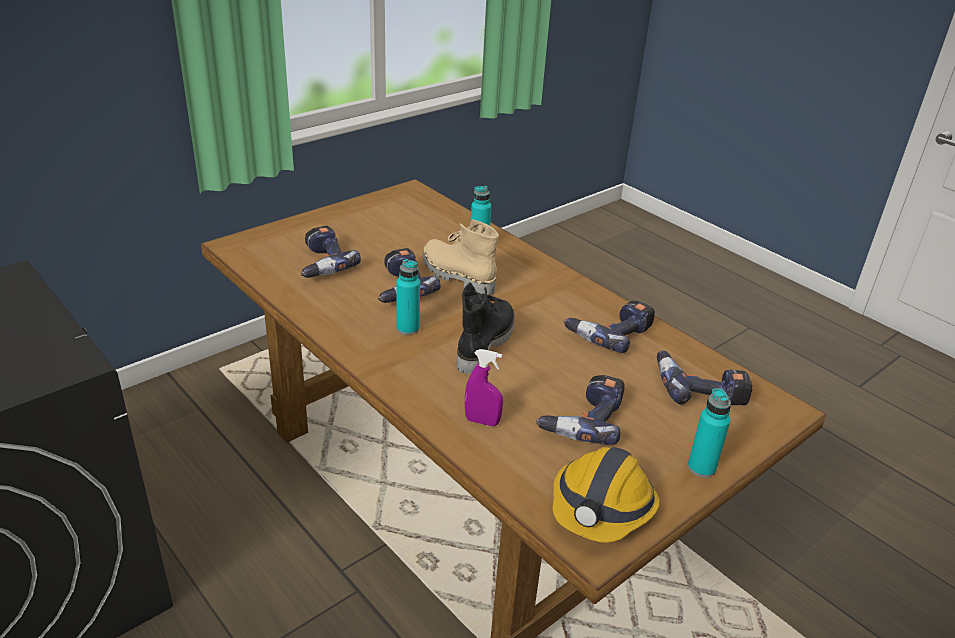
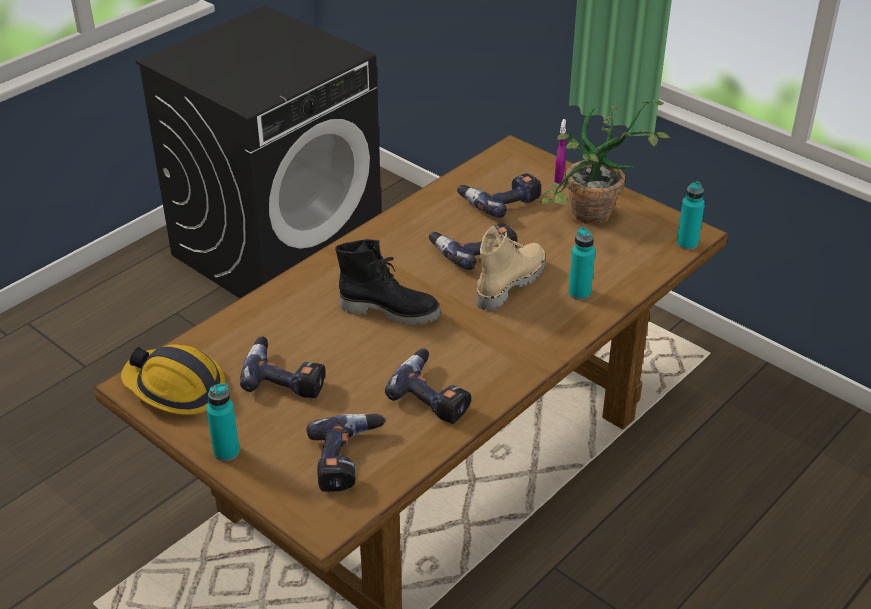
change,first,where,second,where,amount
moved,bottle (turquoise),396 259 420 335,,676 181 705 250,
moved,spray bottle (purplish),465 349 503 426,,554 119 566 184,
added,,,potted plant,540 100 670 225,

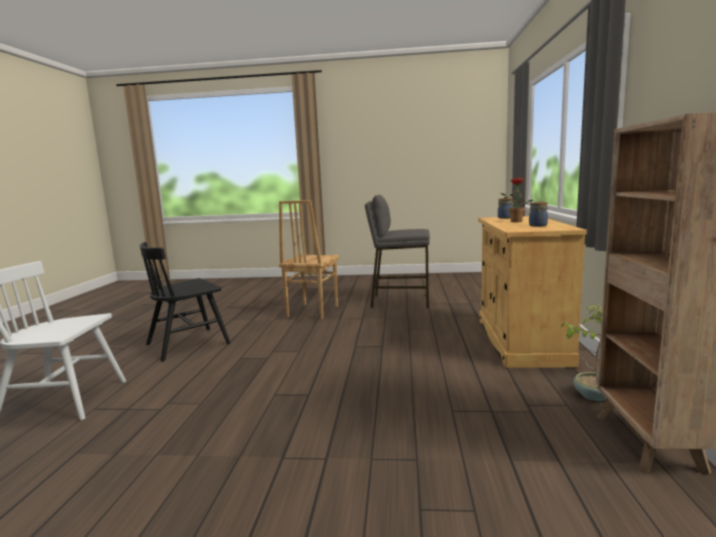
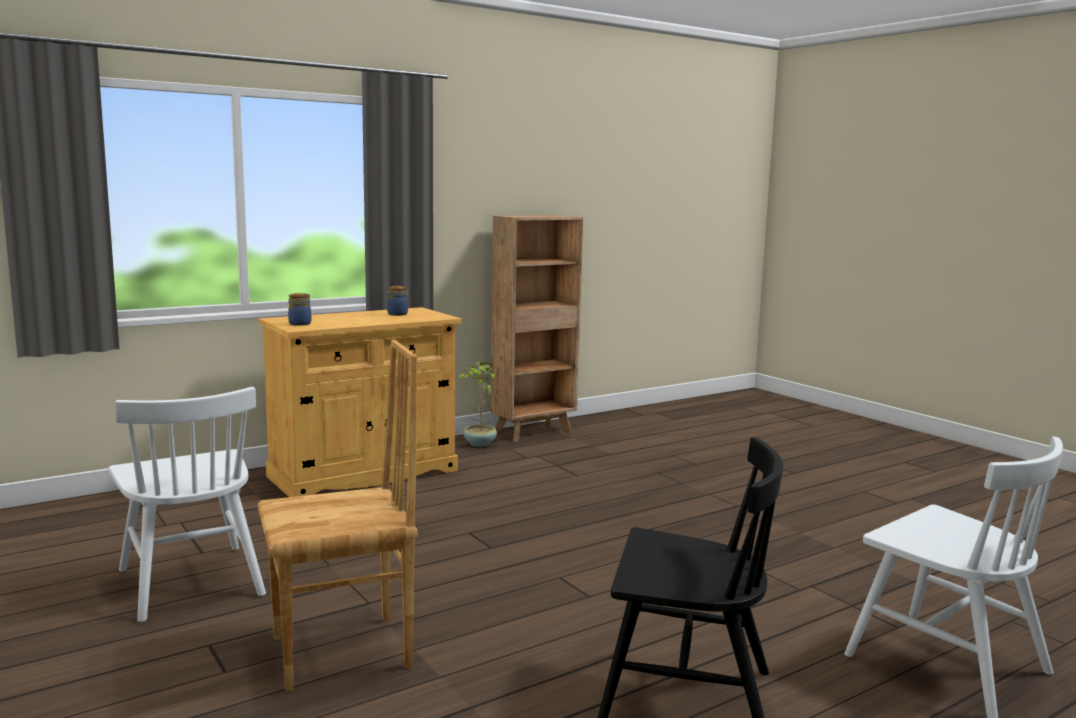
change,first,where,second,where,amount
removed,potted plant,501 177 533 222,,,
replaced,stool (greyish),365 195 430 308,upright chair (whitish),109 387 266 622,

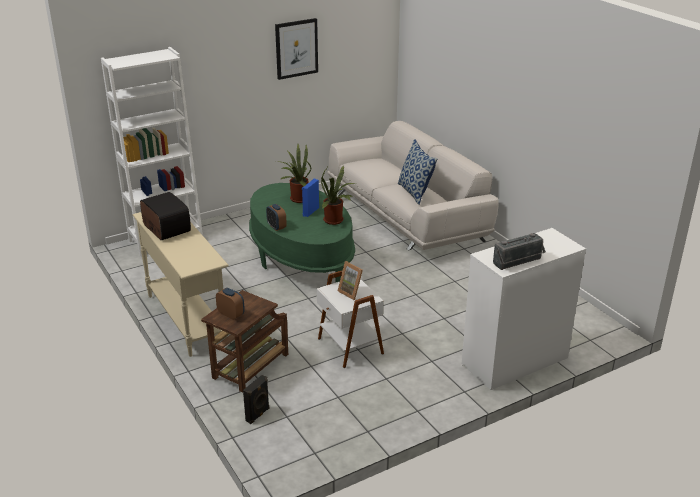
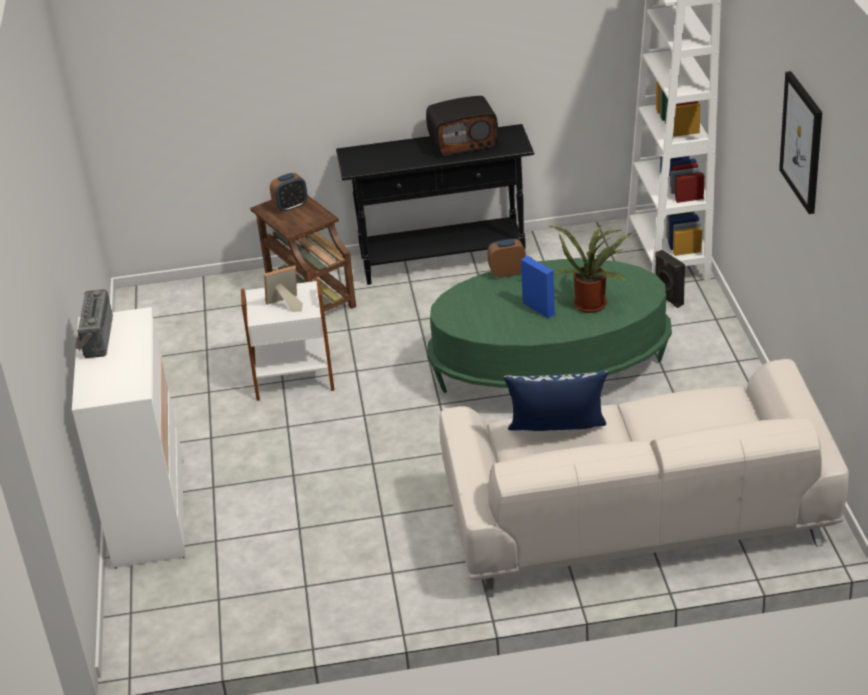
change,first,where,second,where,amount
removed,potted plant,321 166 356 225,,,
recoloured,hall table (beige-coloured),133 212 229 357,hall table (blackish),336 124 534 285,
moved,loudspeaker (blackish),243 375 269 424,,655 250 685 308,

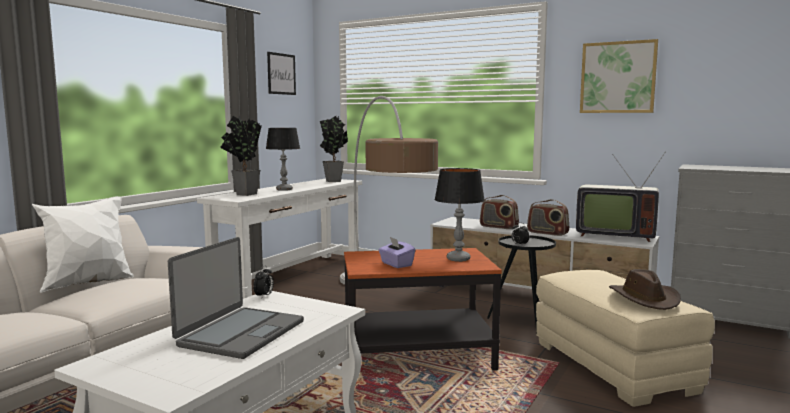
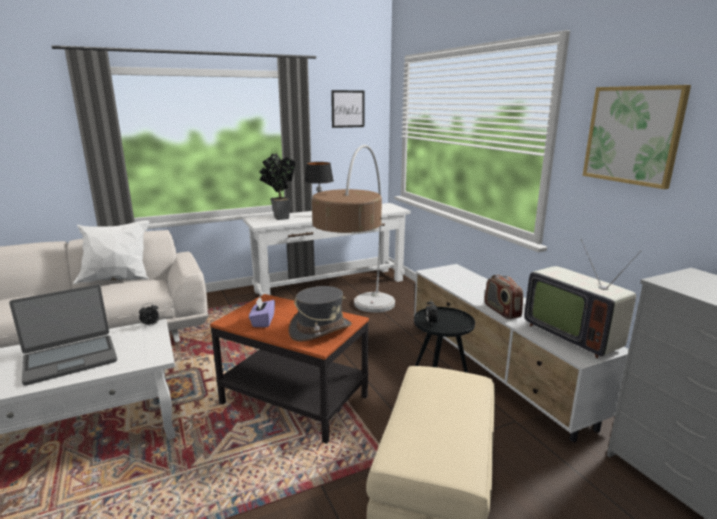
change,first,where,second,where,amount
removed,potted plant,320 116 348 182,,,
replaced,tabletop lamp,434 168 485 262,clothing hat (greyish),289 286 352 342,
removed,radio,480 195 519 229,,,
removed,clothing hat (brownish),609 269 681 310,,,

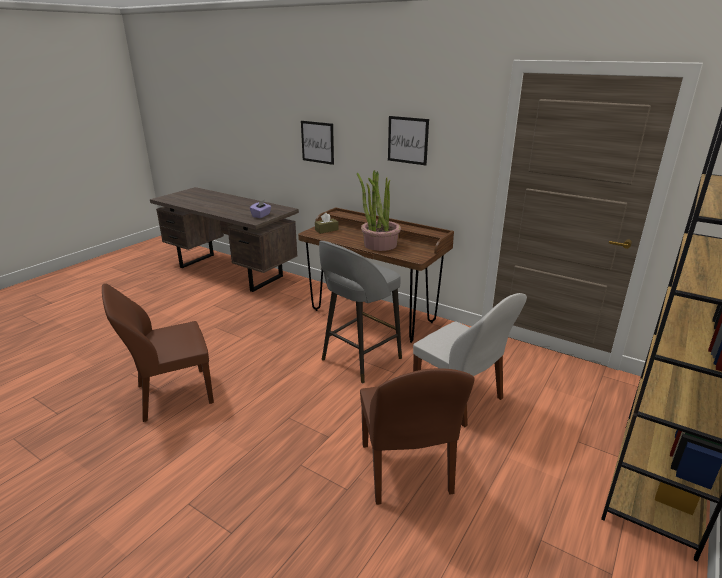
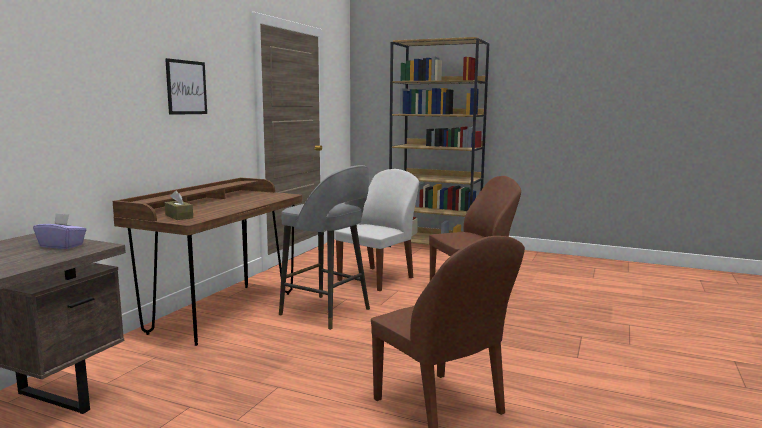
change,first,where,second,where,amount
removed,wall art,301 121 334 165,,,
removed,potted plant,357 170 401 251,,,

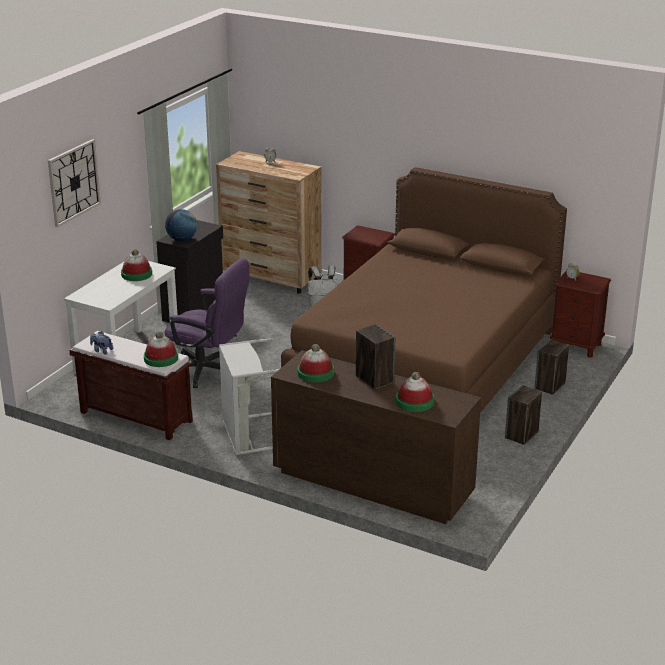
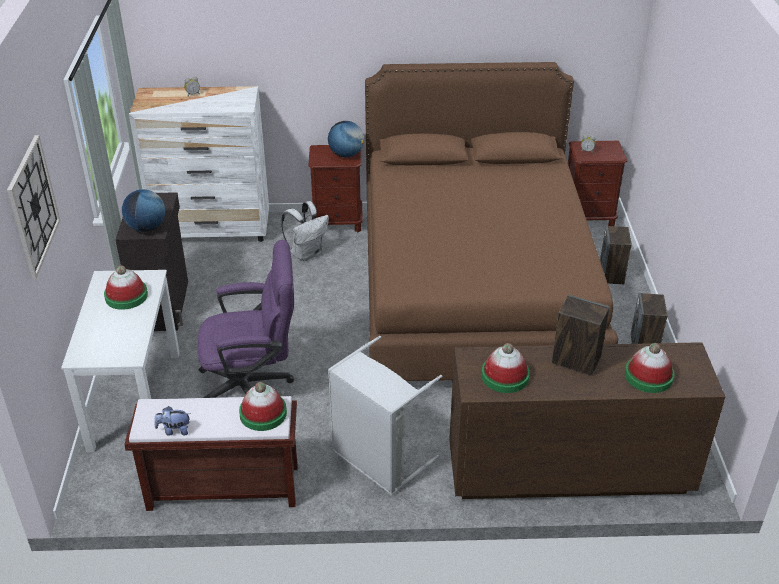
change,first,where,second,where,amount
recoloured,drawer chest (brownish),216 151 322 294,drawer chest (whitish),129 86 269 242,
added,,,desk globe,328 121 364 158,

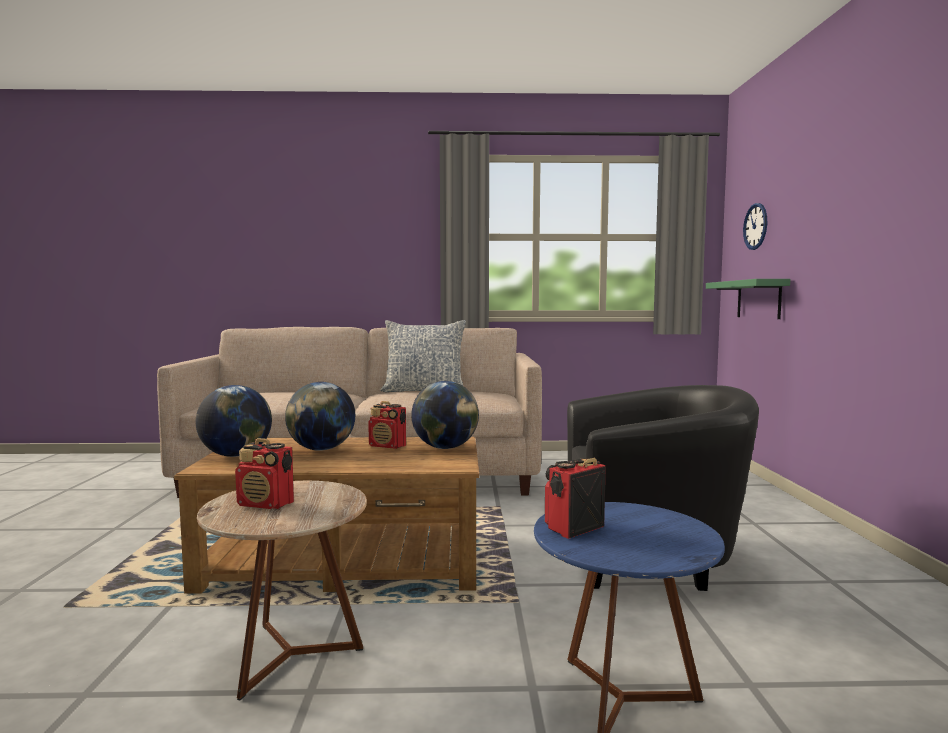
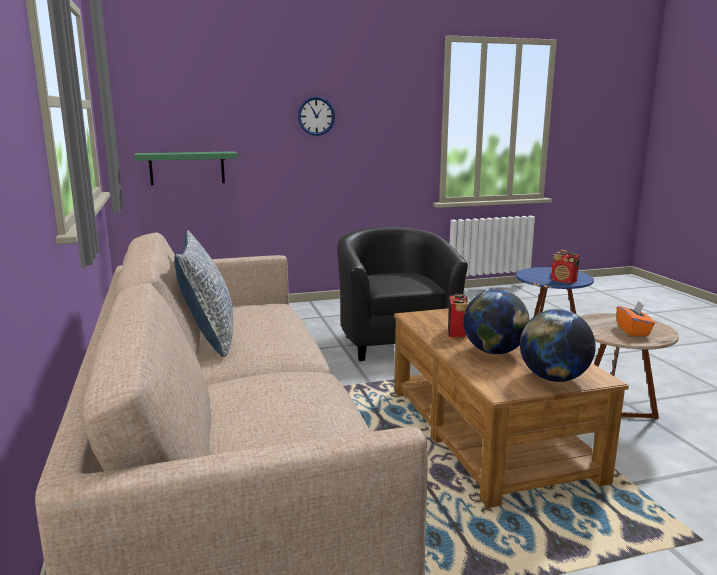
change,first,where,second,where,amount
moved,wall clock,743 203 767 250,,298 97 335 136,
removed,desk globe,411 381 479 449,,,
replaced,radio,235 438 294 509,tissue holder (orange-coloured),617 301 655 336,

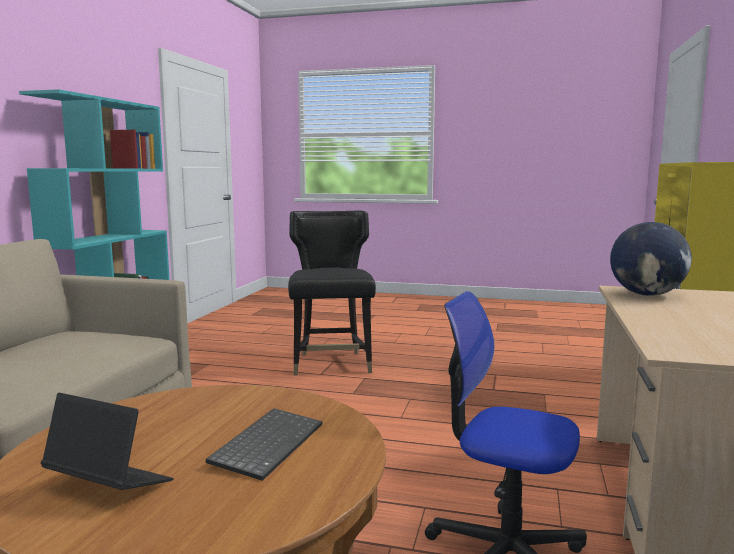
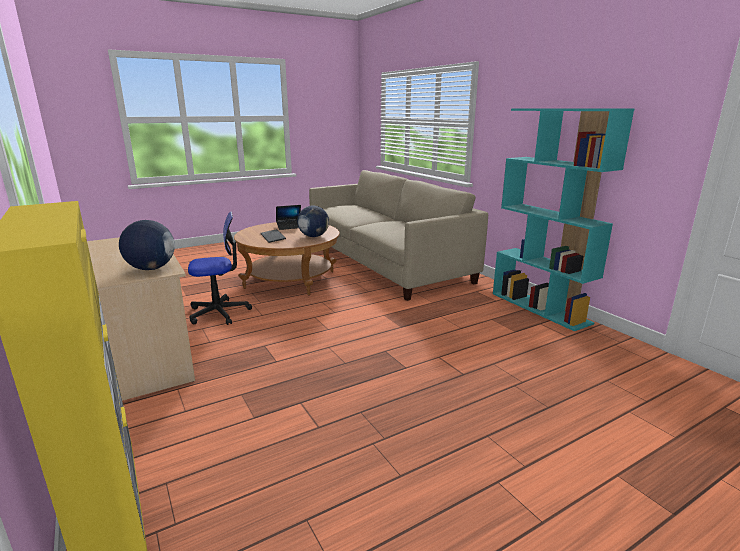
change,first,where,second,where,amount
removed,upright chair (blackish),288 211 376 376,,,
added,,,desk globe,297 206 329 237,

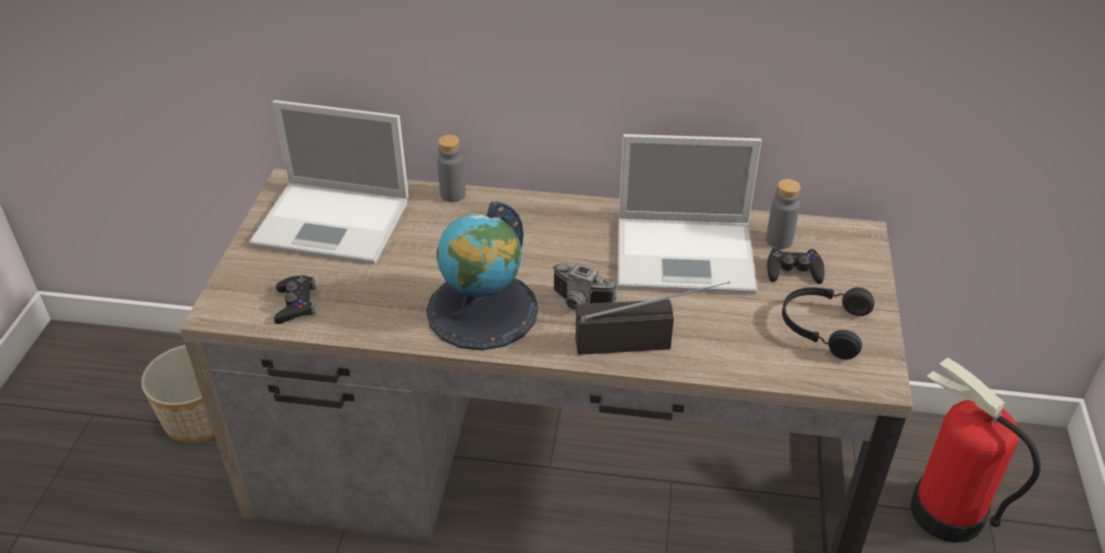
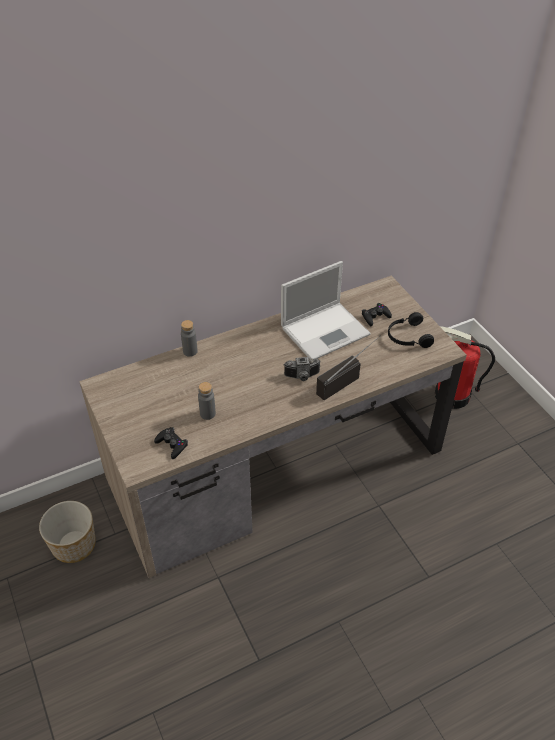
change,first,where,second,where,amount
removed,notebook computer,249 100 409 264,,,
moved,bottle (greyish),766 179 801 249,,198 382 216 420,
removed,desk globe,426 201 539 351,,,

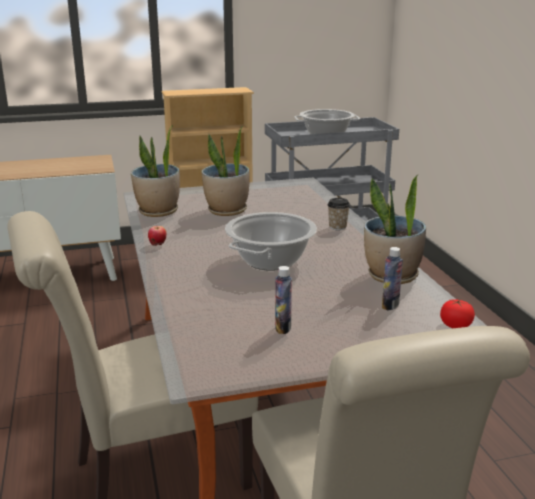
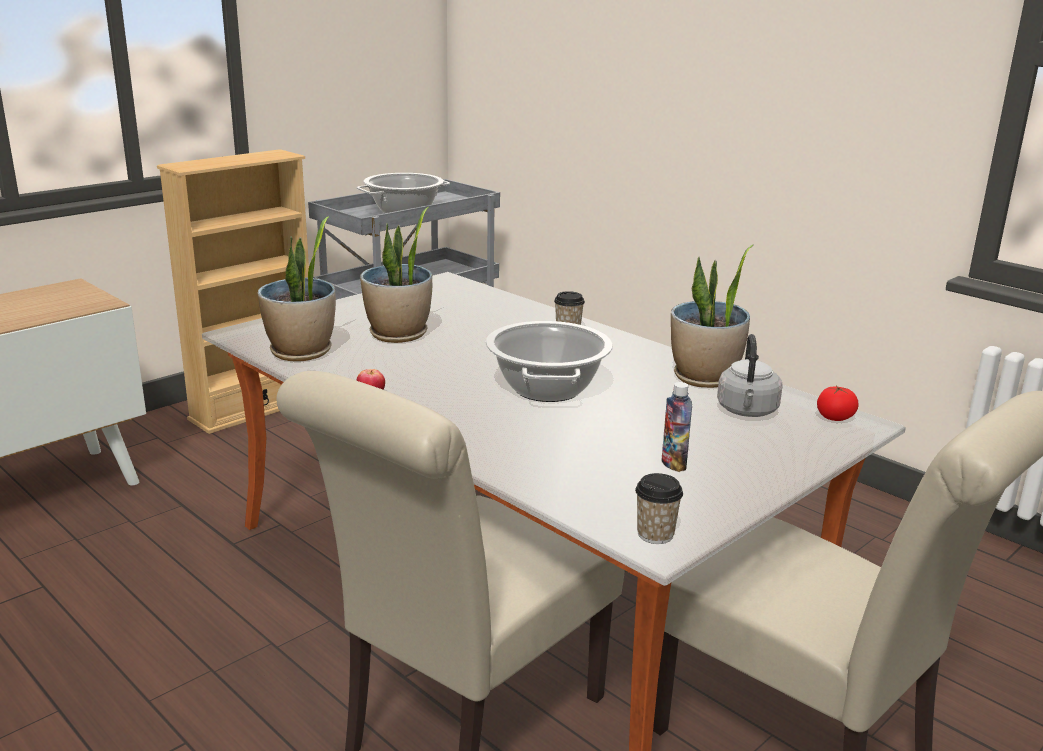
change,first,where,second,where,amount
replaced,bottle,382 247 403 310,water kettle (greyish),717 334 783 417,
added,,,small cup,635 473 683 544,

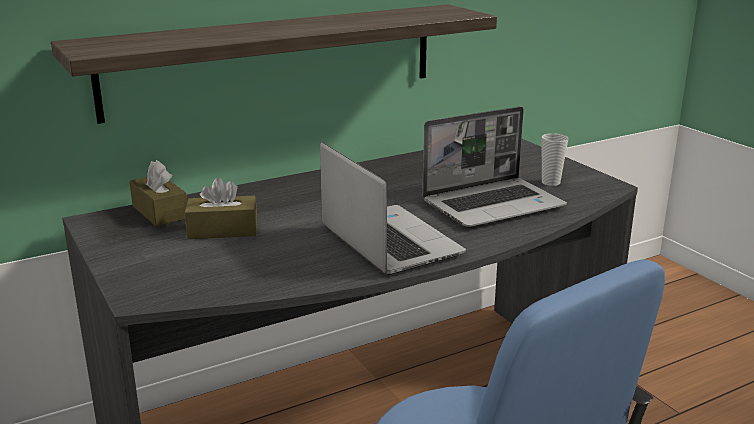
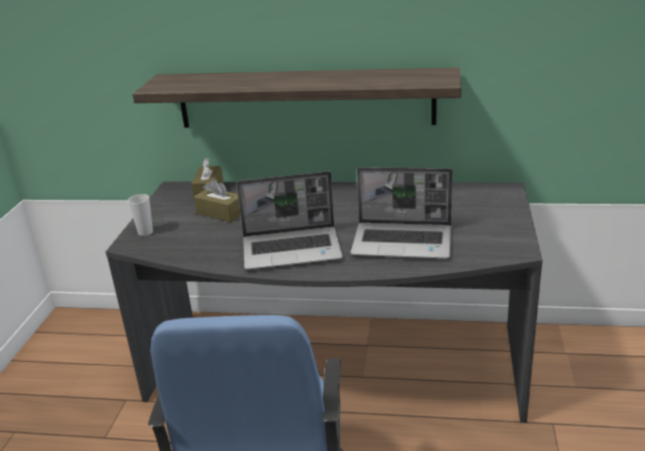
change,first,where,second,where,amount
moved,small cup,542 133 568 186,,128 194 153 236,
turned,notebook computer,320 142 466 275,,236 171 343 270,75 degrees clockwise

